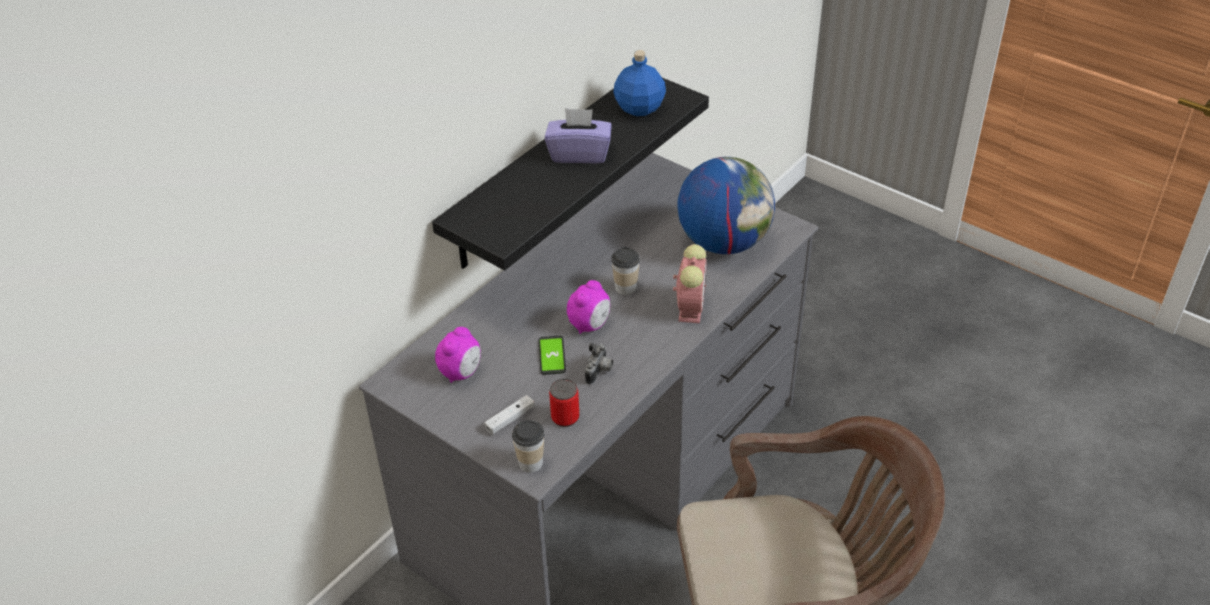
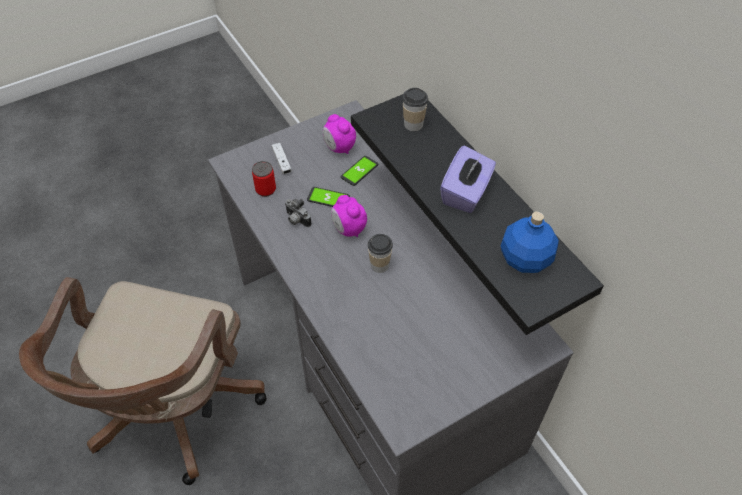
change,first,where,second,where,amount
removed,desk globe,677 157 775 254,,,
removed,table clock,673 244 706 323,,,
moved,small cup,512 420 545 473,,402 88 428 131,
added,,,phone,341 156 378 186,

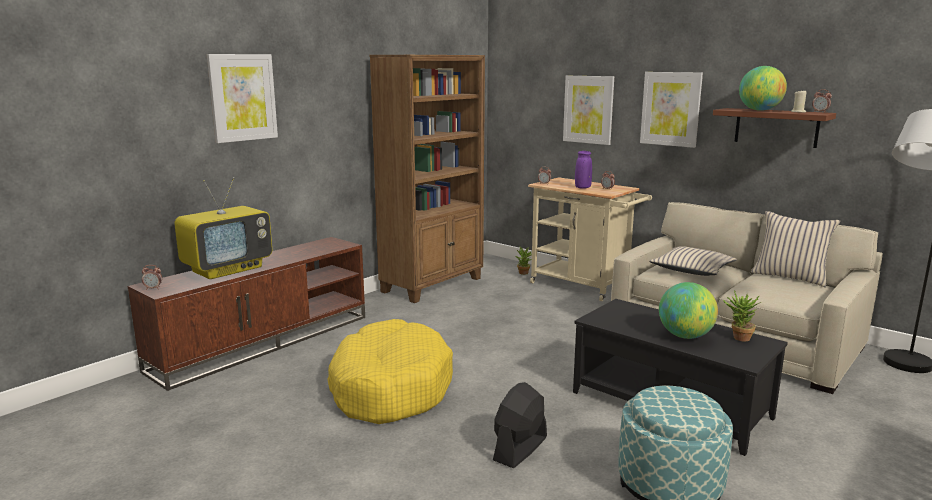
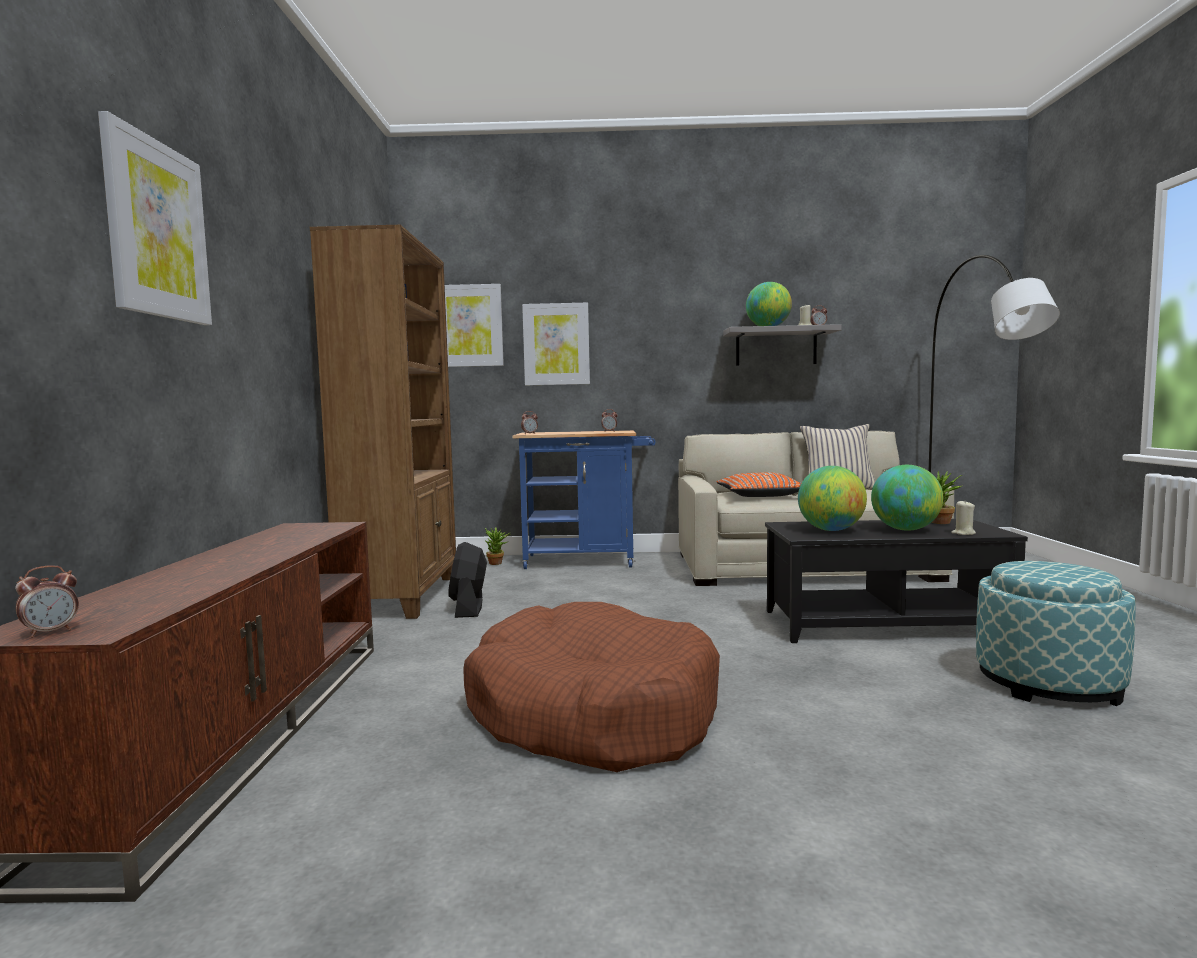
change,first,where,second,where,amount
moved,wall art,640 72 703 148,,445 284 504 367,
recoloured,shelf (brownish),713 108 836 148,shelf (greyish),723 324 842 366,
removed,decorative vase (purplish),575 151 592 189,,,
removed,TV set,174 177 272 279,,,
recoloured,cart (beige-coloured),528 178 652 301,cart (blue-coloured),512 430 655 569,
recoloured,cushion (beige-coloured),649 246 737 276,cushion (orange-coloured),716 472 801 497,
recoloured,dog cushion (yellow-coloured),327 319 453 424,dog cushion (brownish),463 602 720 772,
moved,electric fan (blackish),493 382 547 468,,448 542 487 618,
added,,,desk globe,798 466 867 531,
added,,,candle (beige-coloured),951 501 976 535,

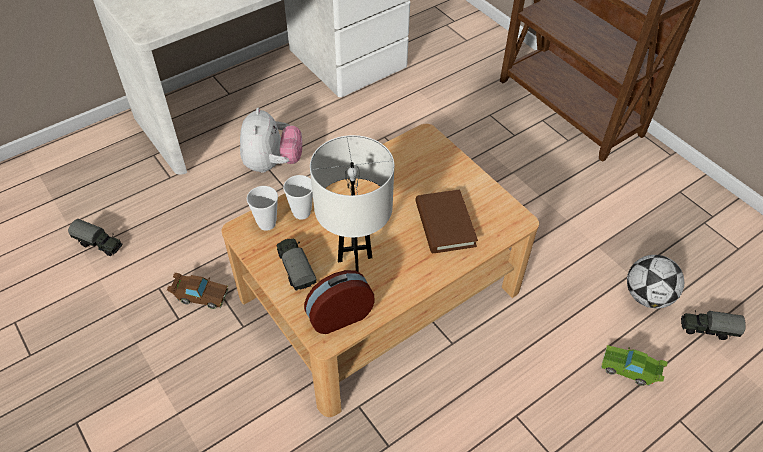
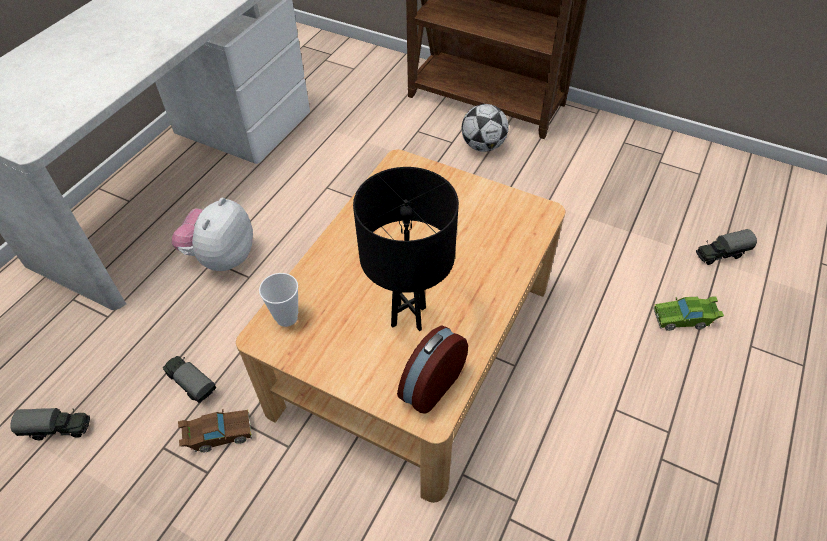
change,first,where,second,where,amount
turned,plush toy,240 108 302 173,,172 197 253 271,135 degrees counterclockwise
recoloured,tabletop lamp (whitish),310 135 394 272,tabletop lamp (blackish),353 167 459 331,
removed,small cup,283 175 313 220,,,
removed,volume (brownish),415 190 478 254,,,
moved,toy truck,277 238 316 290,,163 356 216 403,
moved,football ball,627 255 684 309,,461 104 508 152,

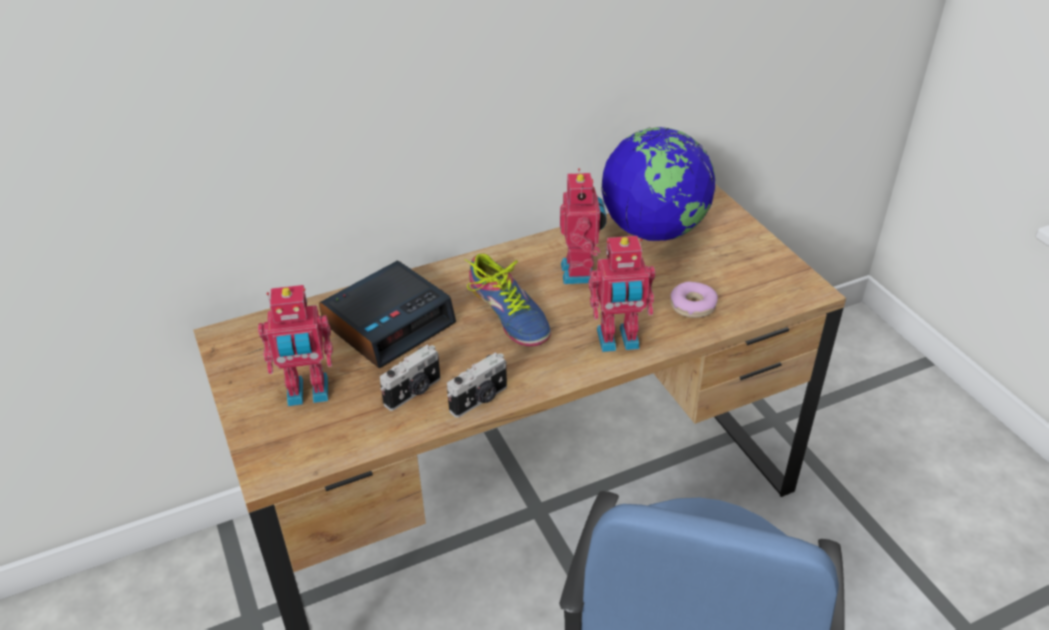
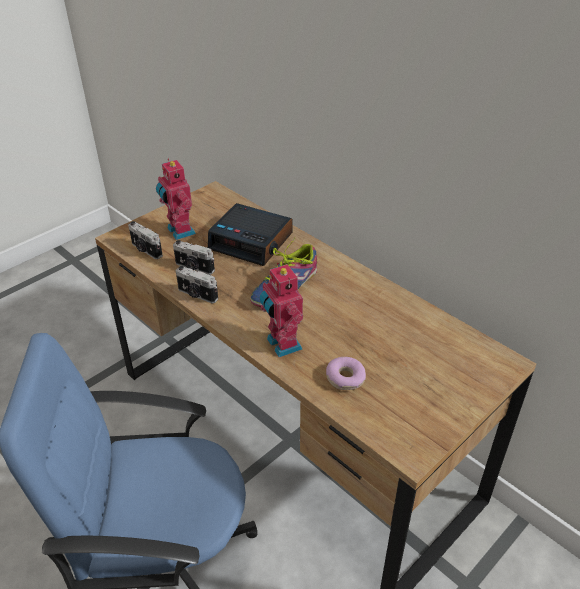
change,first,where,second,where,amount
removed,desk globe,601 127 715 241,,,
removed,model robot,560 168 607 284,,,
added,,,still camera,128 221 163 259,

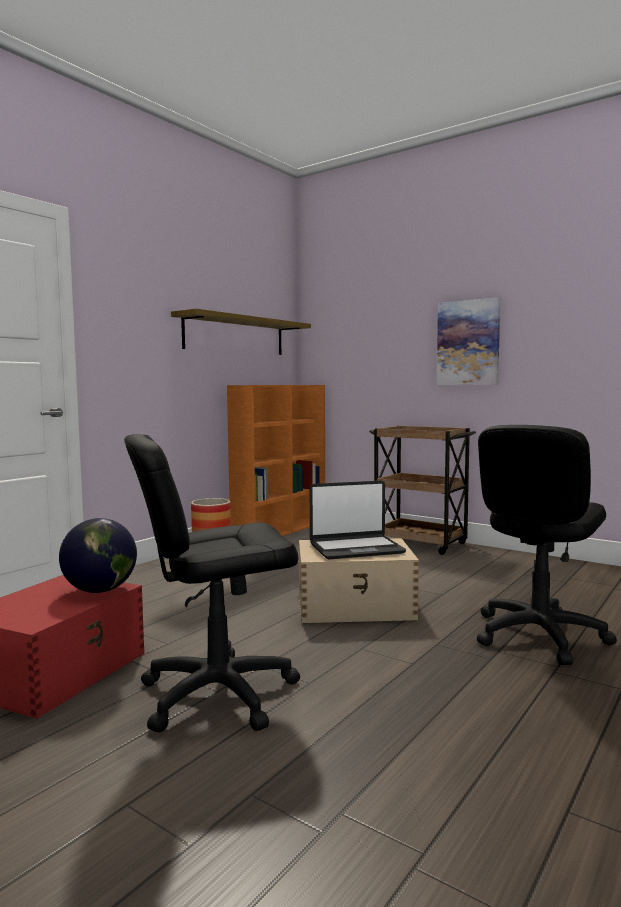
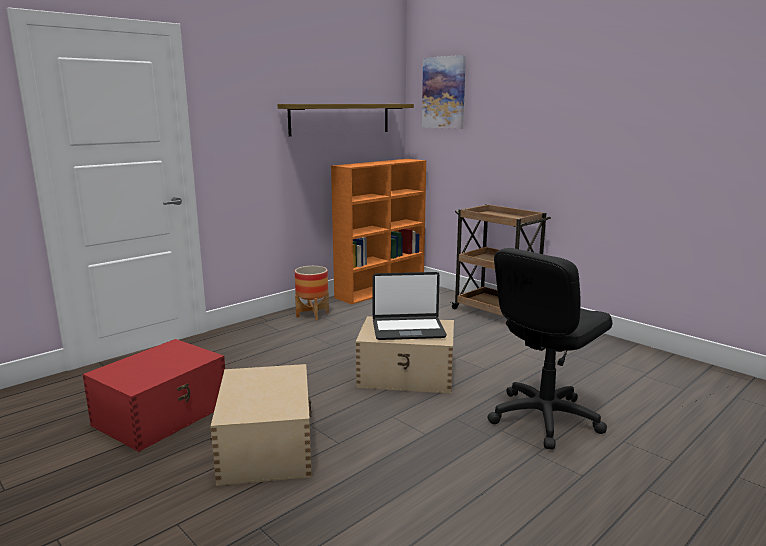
change,first,where,second,where,amount
moved,wall art,437 297 500 385,,422 55 466 129,
replaced,office chair (blackish),124 434 300 732,storage container (beige-coloured),210 364 312 486,
removed,desk globe,59 518 137 593,,,

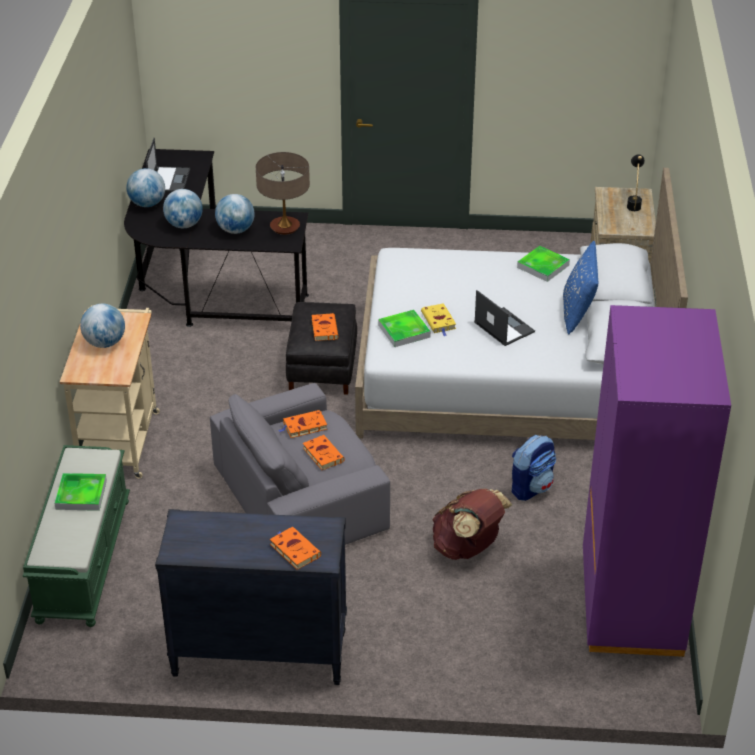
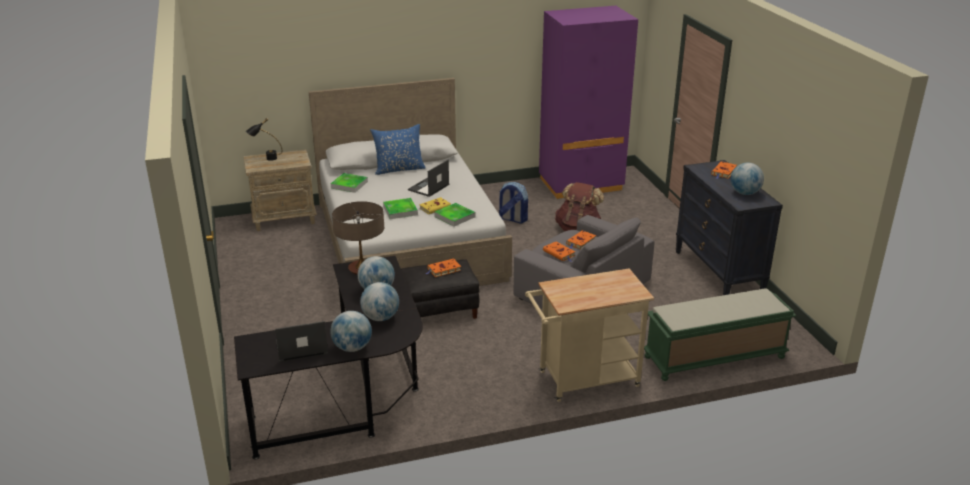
change,first,where,second,where,amount
moved,desk globe,80 304 125 348,,730 163 764 195,
moved,tray,54 473 107 511,,383 198 418 219,

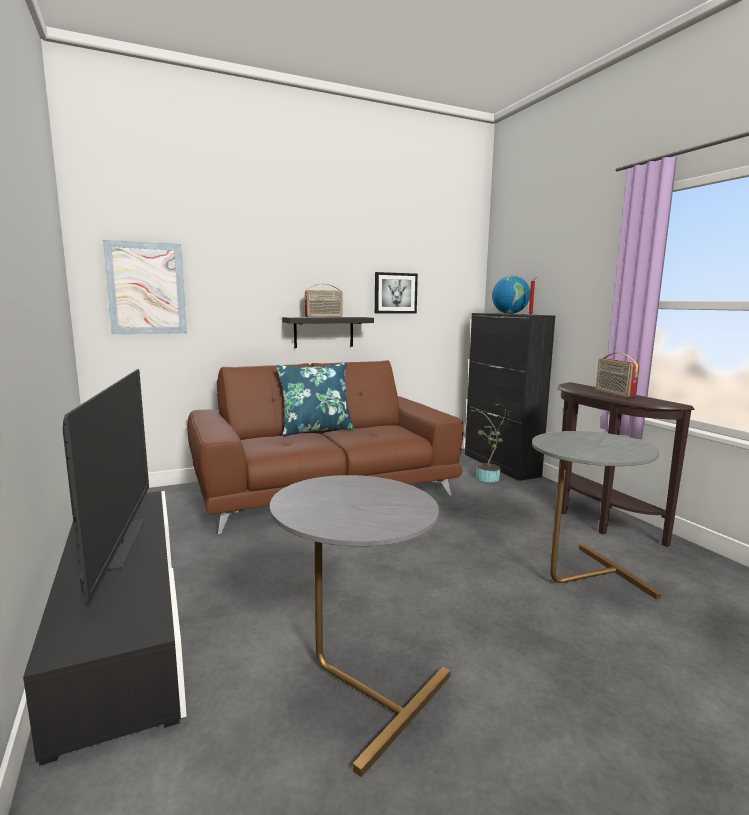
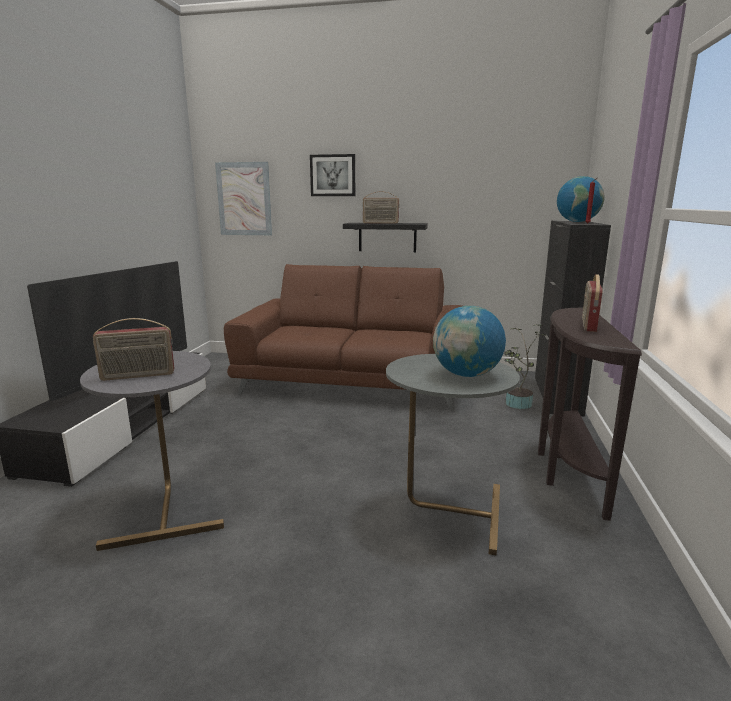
change,first,where,second,where,amount
moved,wall art,375 272 418 313,,310 154 355 196,
removed,cushion (blue-coloured),276 362 354 437,,,
added,,,desk globe,433 306 506 377,
added,,,radio,93 318 174 381,

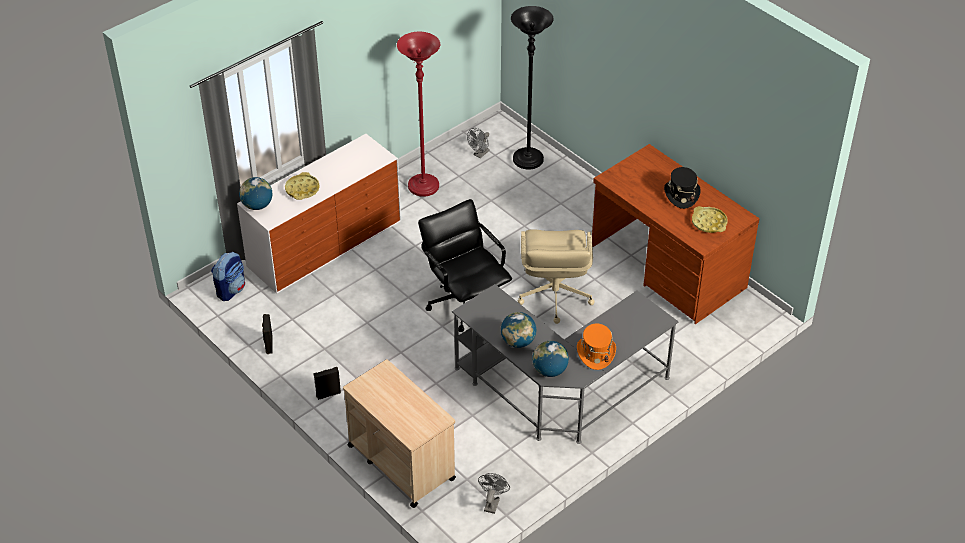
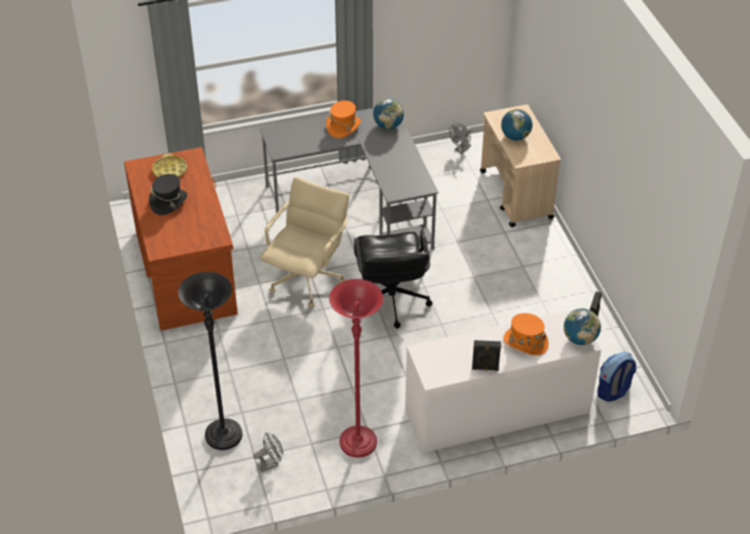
change,first,where,second,where,amount
replaced,tray (yellow-coloured),285 172 320 200,clothing hat (orange-coloured),503 313 549 355,
moved,desk globe,501 312 536 348,,501 109 533 140,
moved,loudspeaker (blackish),313 367 341 400,,472 340 501 371,

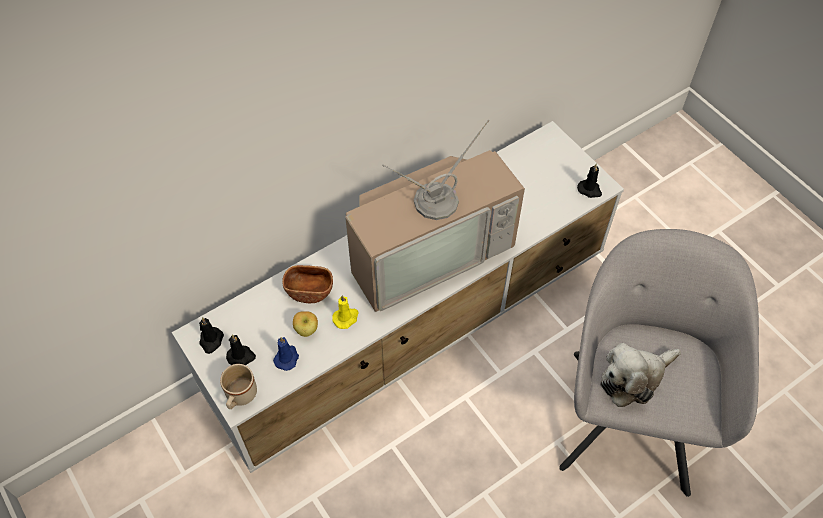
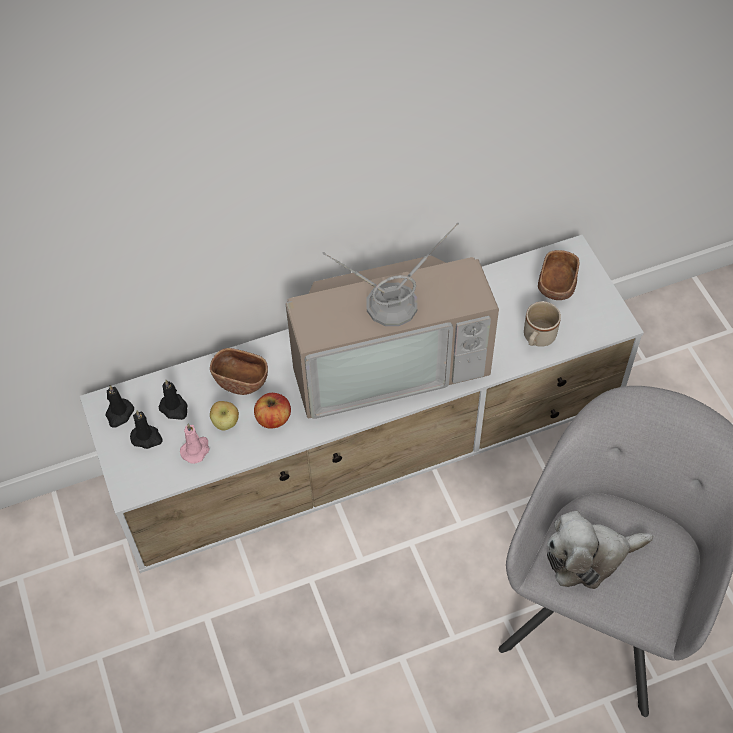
change,first,where,second,where,amount
moved,candle (blackish),577 163 602 198,,159 380 188 420,
replaced,candle (yellow-coloured),332 295 359 329,apple fruit,254 393 291 429,
recoloured,candle (blue-coloured),273 337 299 371,candle (pink-coloured),180 424 210 464,
moved,mug (beige-coloured),220 364 257 409,,524 301 561 347,
added,,,serving bowl (brownish),538 250 579 300,

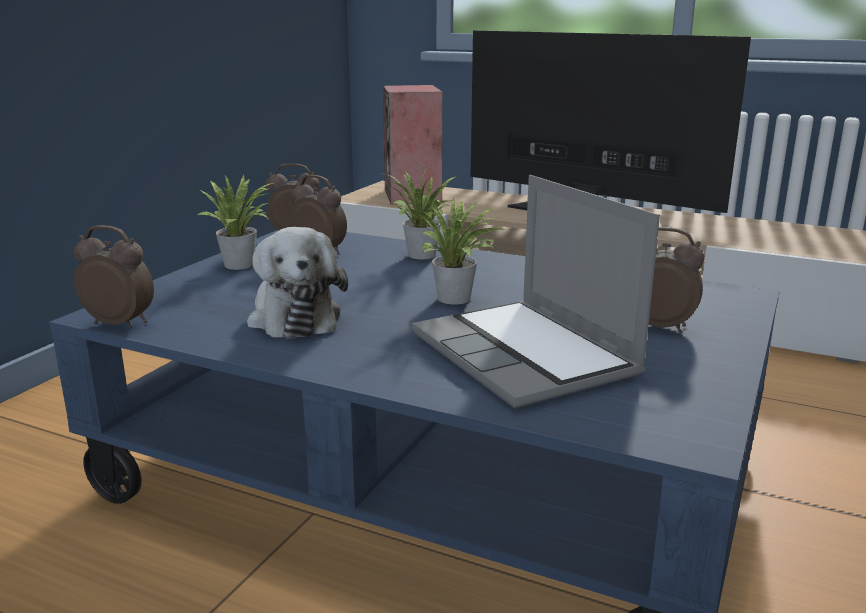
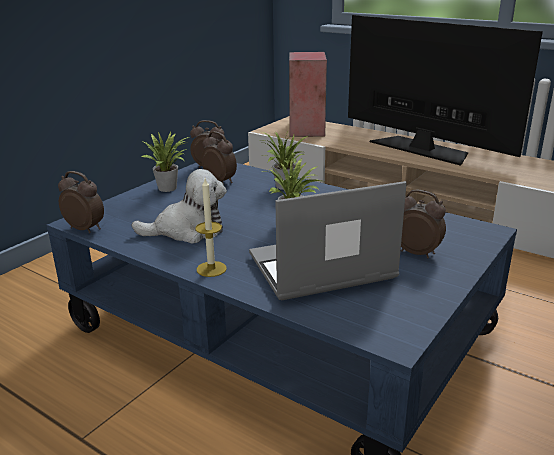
change,first,where,second,where,amount
turned,notebook computer,412 175 660 409,,249 181 407 300,90 degrees clockwise
turned,plush toy,247 227 348 339,,132 169 227 244,90 degrees counterclockwise
added,,,candle,195 179 227 277,

